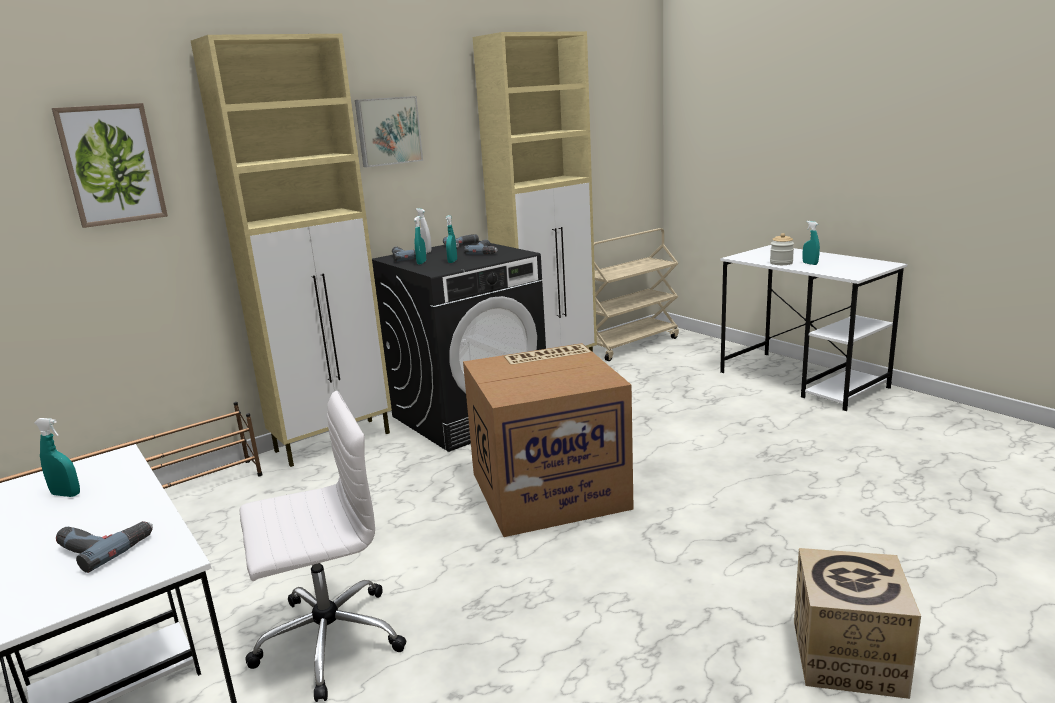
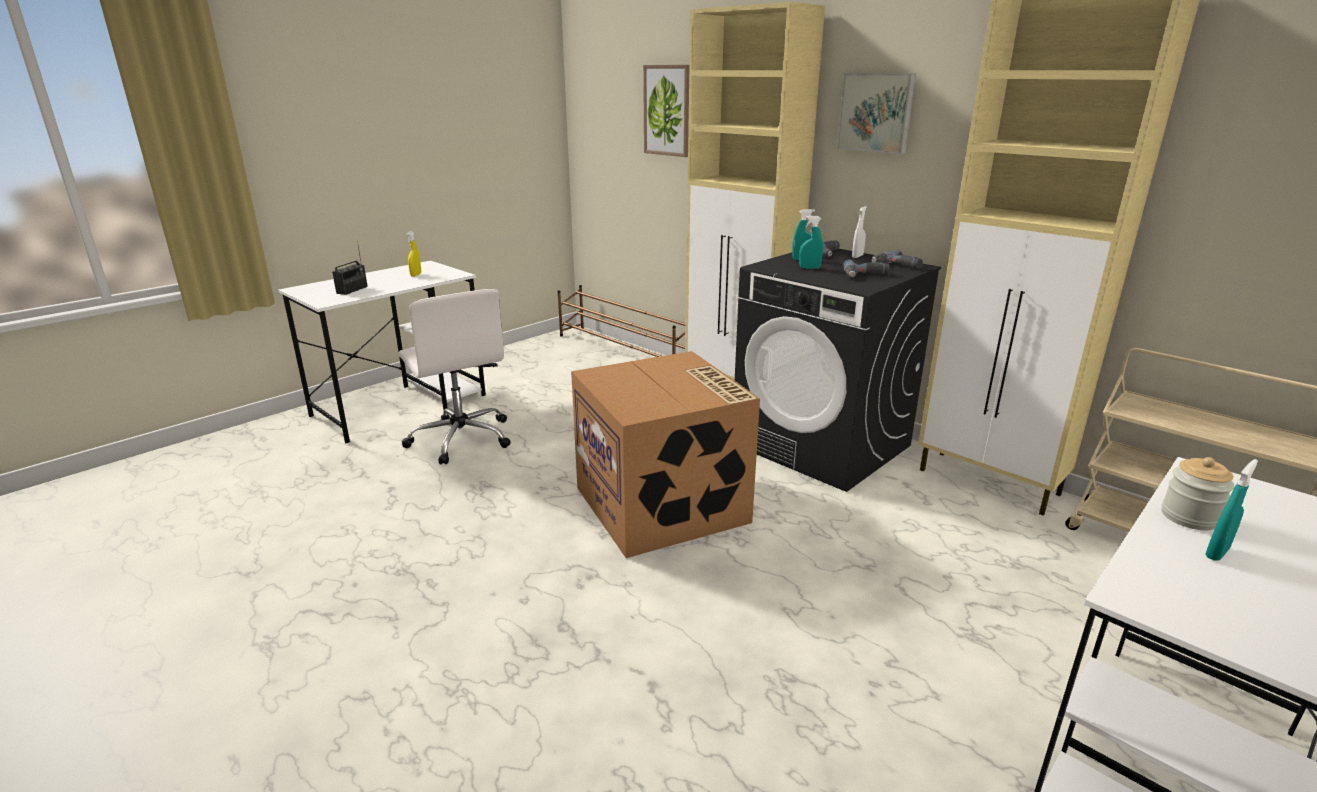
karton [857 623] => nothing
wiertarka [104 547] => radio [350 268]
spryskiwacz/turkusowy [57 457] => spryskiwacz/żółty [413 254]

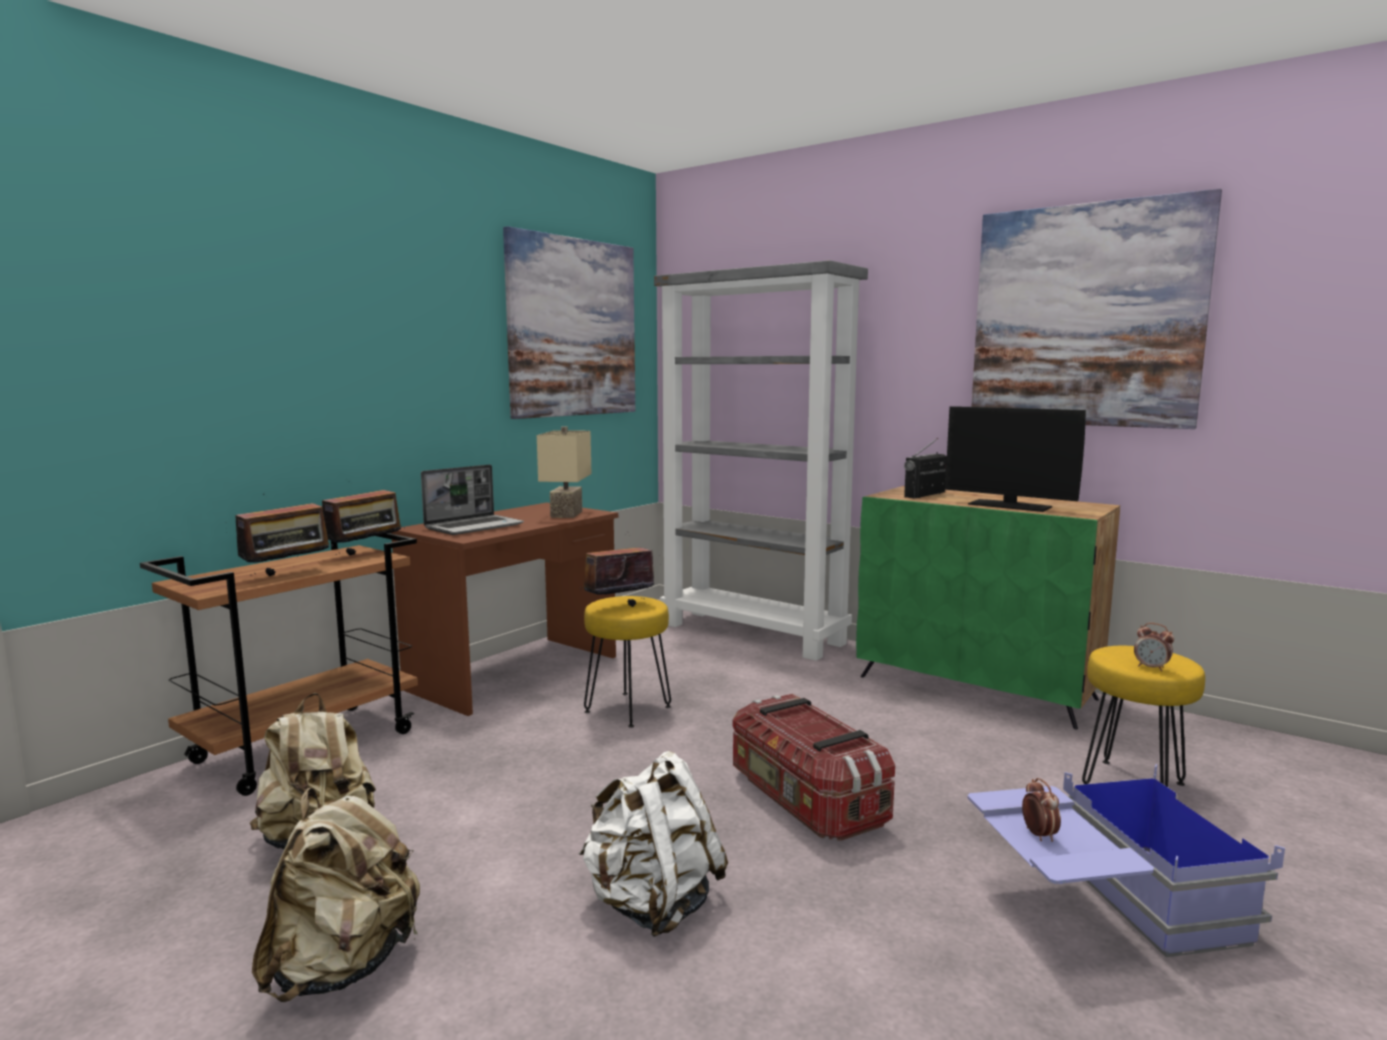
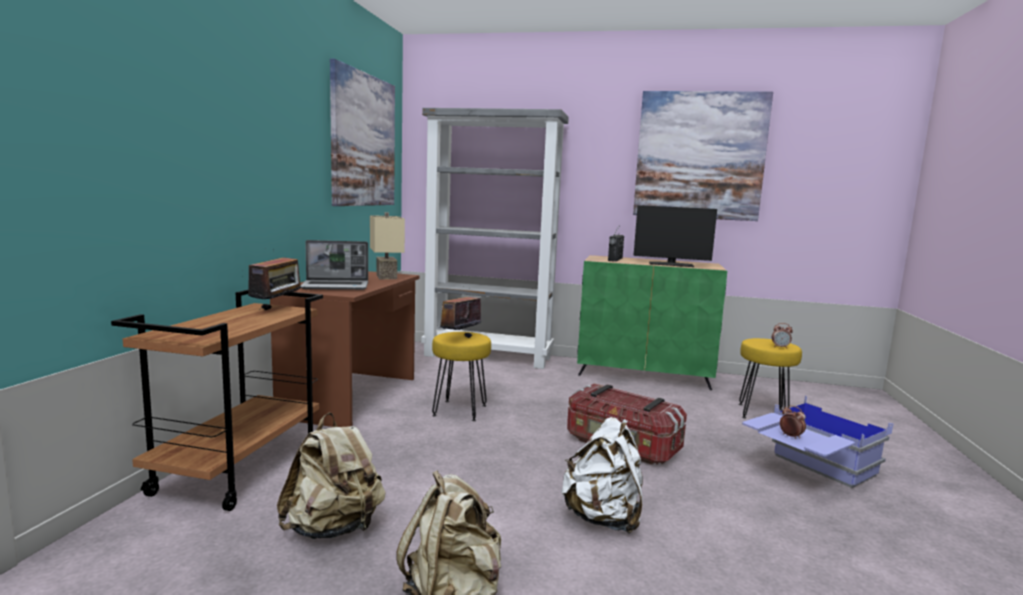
radio [285 535] => nothing
laptop [472 499] => laptop [334 265], 60 degrees clockwise

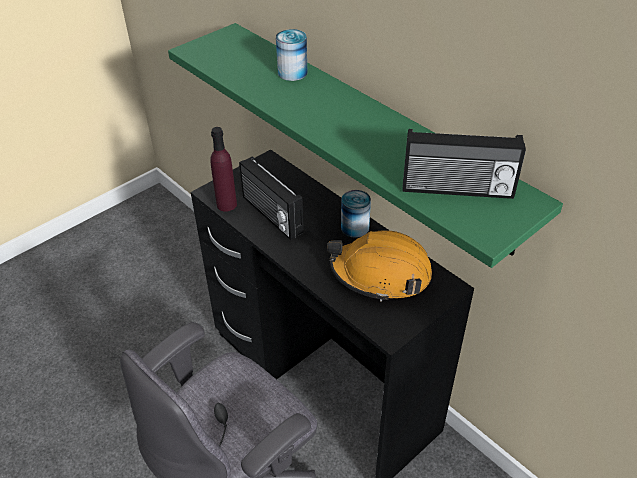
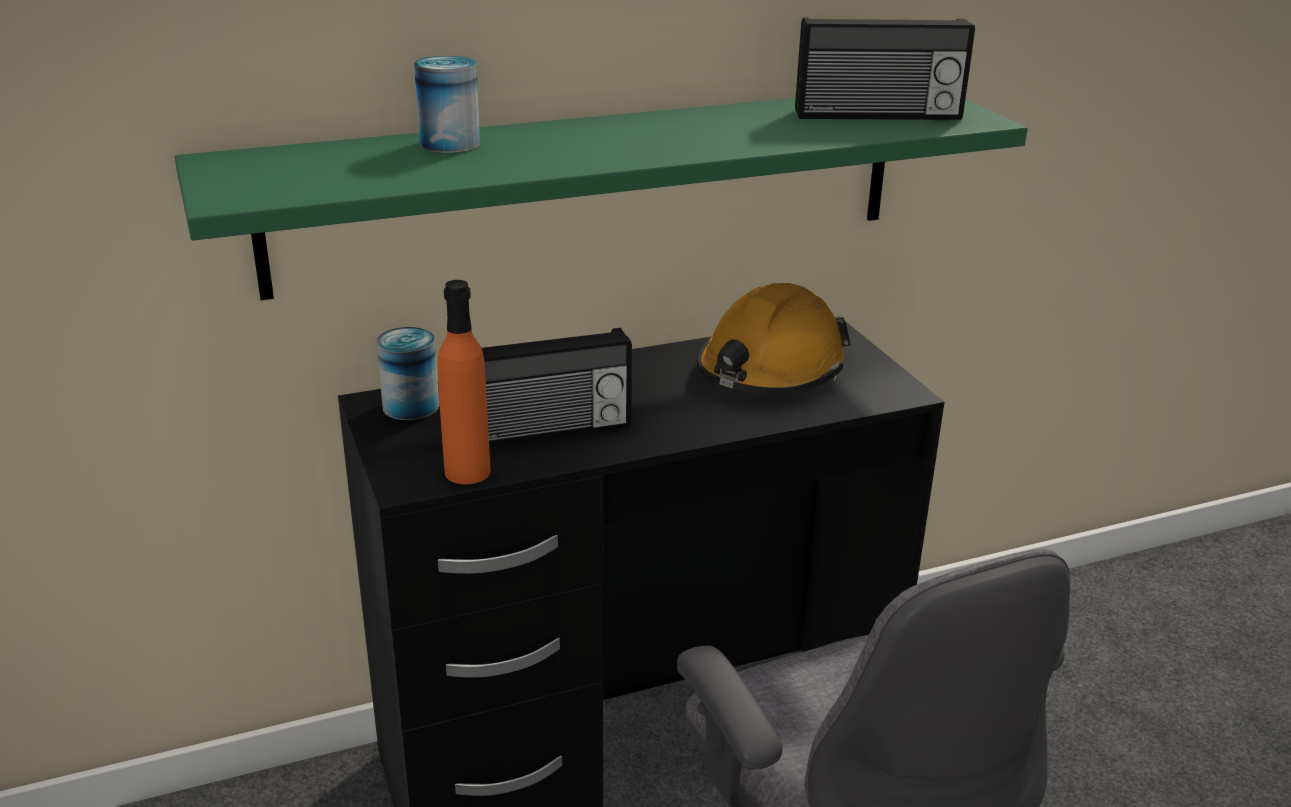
puszka [356 214] => puszka [407 373], moved
butelka/fioletowy [223 169] => butelka/pomarańczowy [464 382]
radio [464 164] => radio [885 68], 60 degrees clockwise

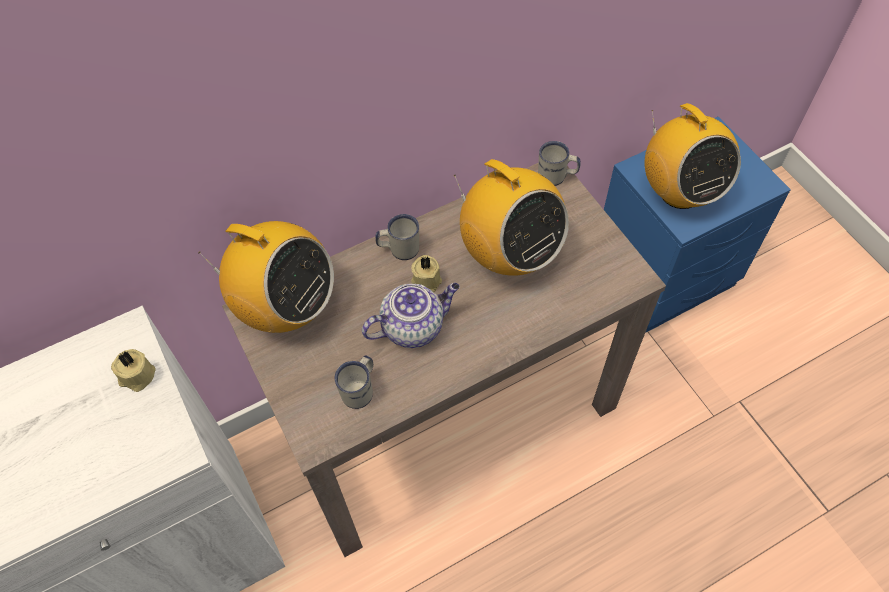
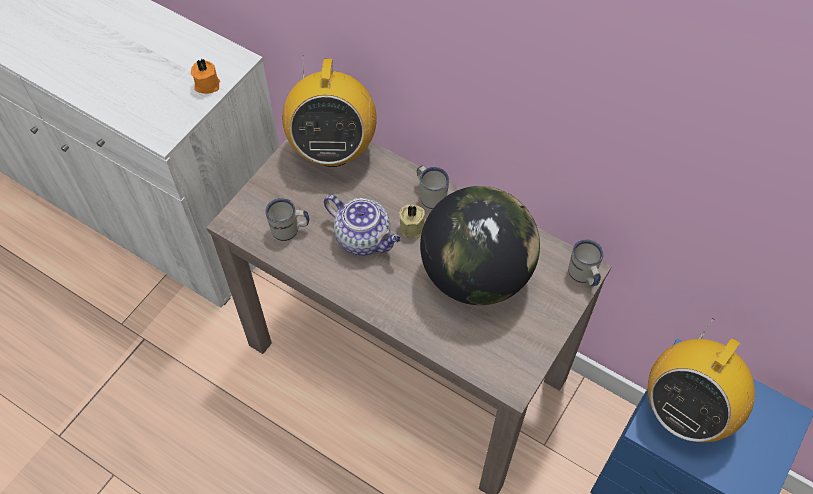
radio [511 217] => globus [480 245]
świeca/beżowy [133 370] => świeca/pomarańczowy [205 76]

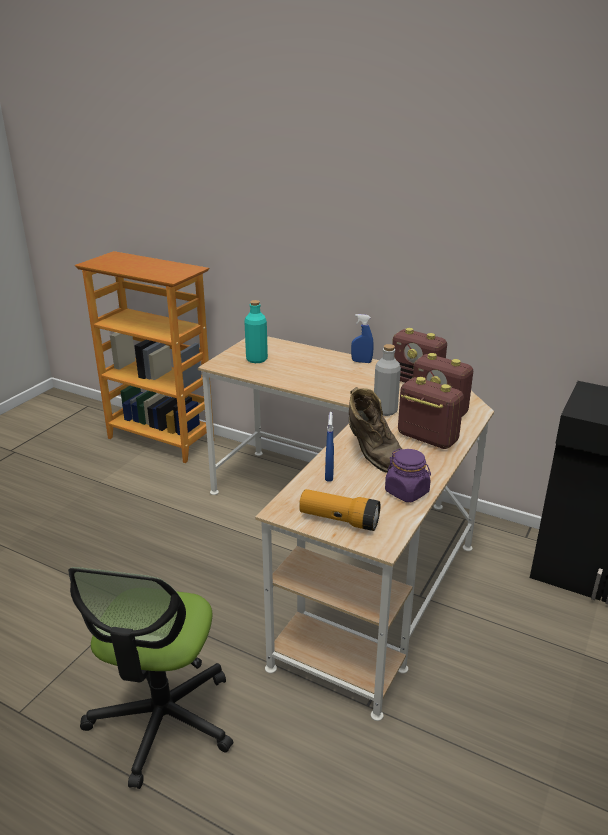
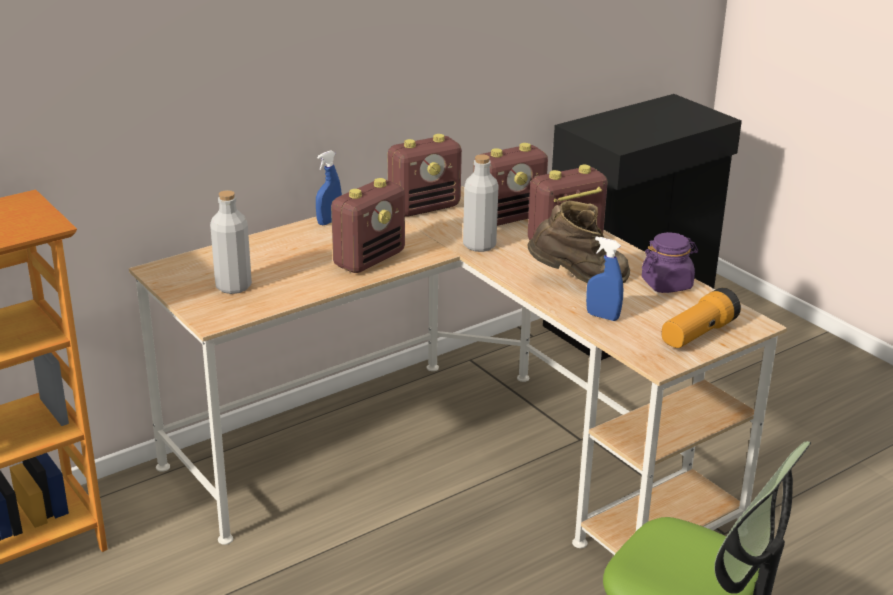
nothing => radio [368 225]
butelka/turkusowy [256 331] => butelka/szary [231 242]

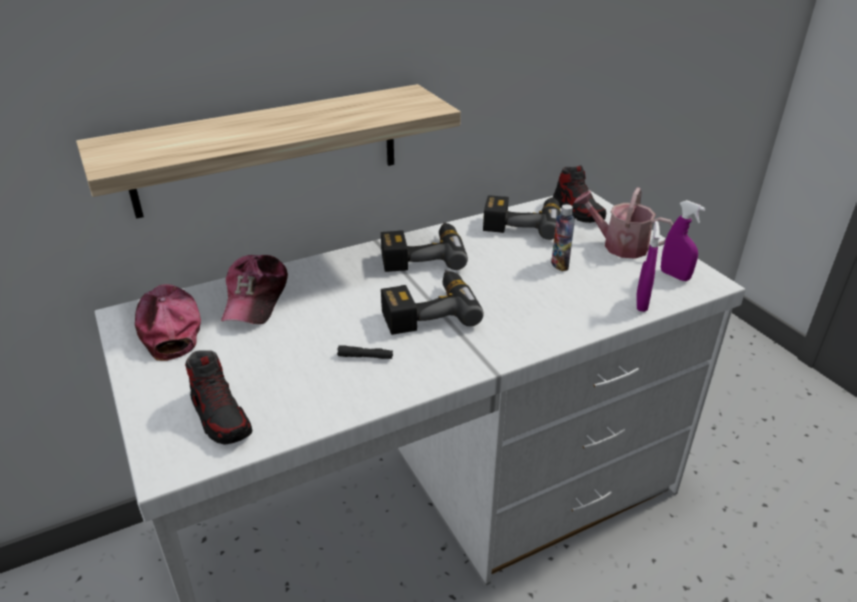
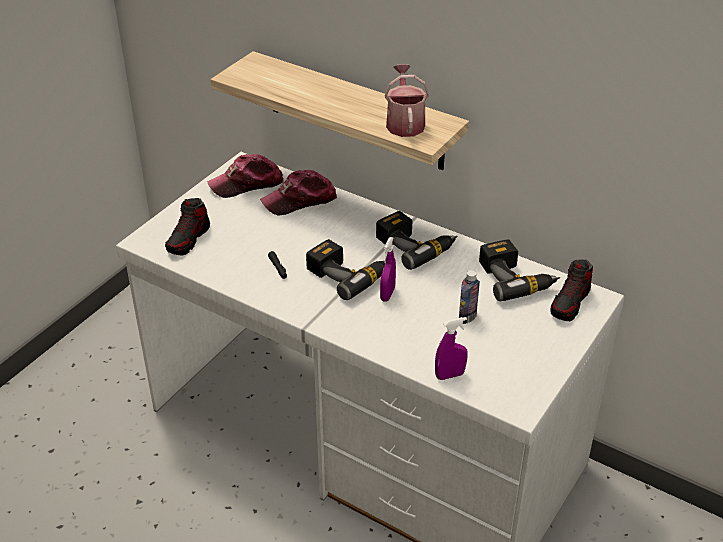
konewka [623 223] => konewka [407 100], moved
spryskiwacz/fioletowy [683 240] => spryskiwacz/fioletowy [388 269], moved
czapka z daszkiem [168 322] => czapka z daszkiem [245 176], 150 degrees counterclockwise

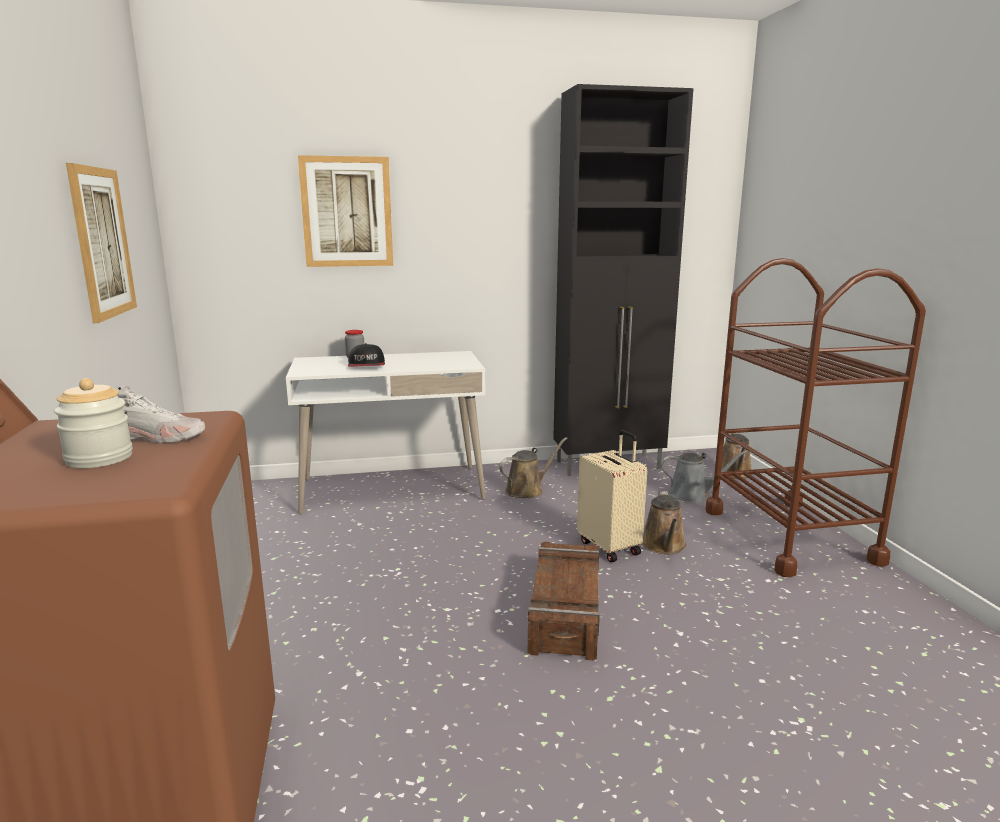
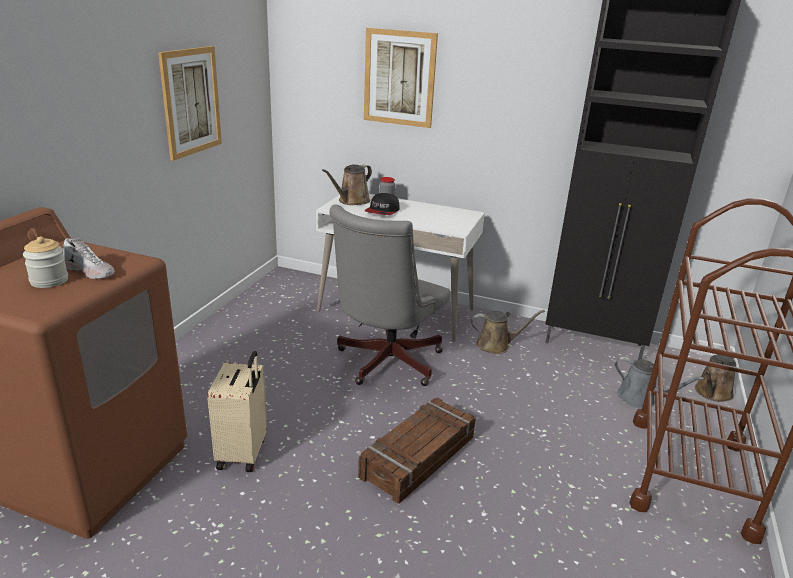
nothing => krzesło biurowe/szary [389 295]
walizka/beżowy [612 496] => walizka/beżowy [237 411], moved
konewka/brązowy [664 522] => konewka/brązowy [347 184], moved

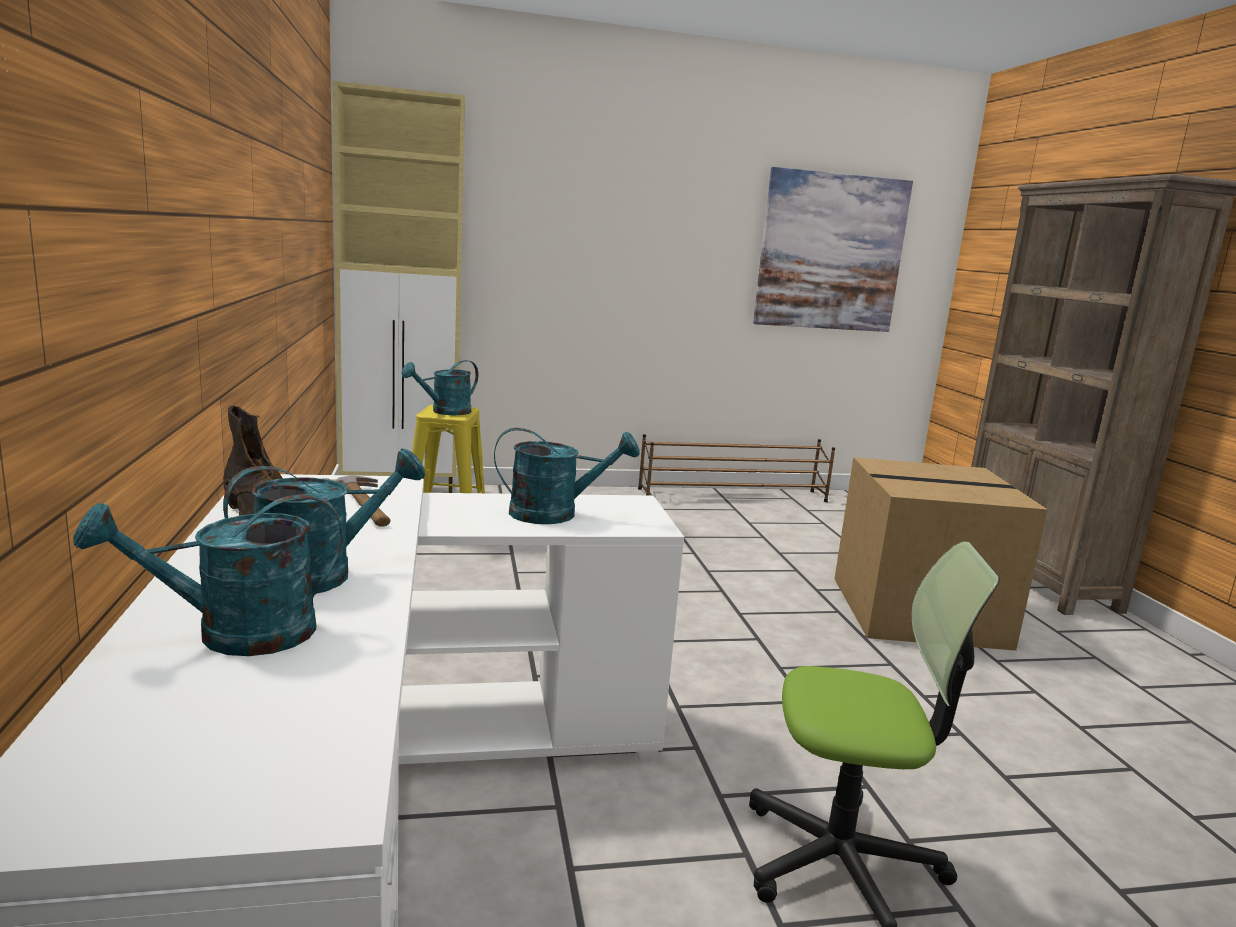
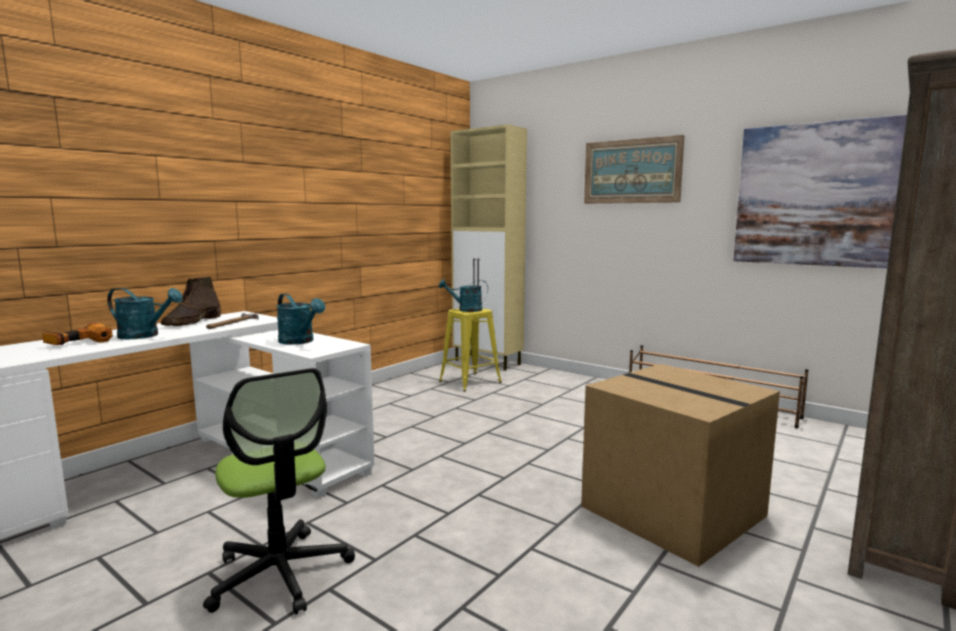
nothing => obraz [634 169]
konewka/turkusowy [207 575] => wiertarka [77 334]

